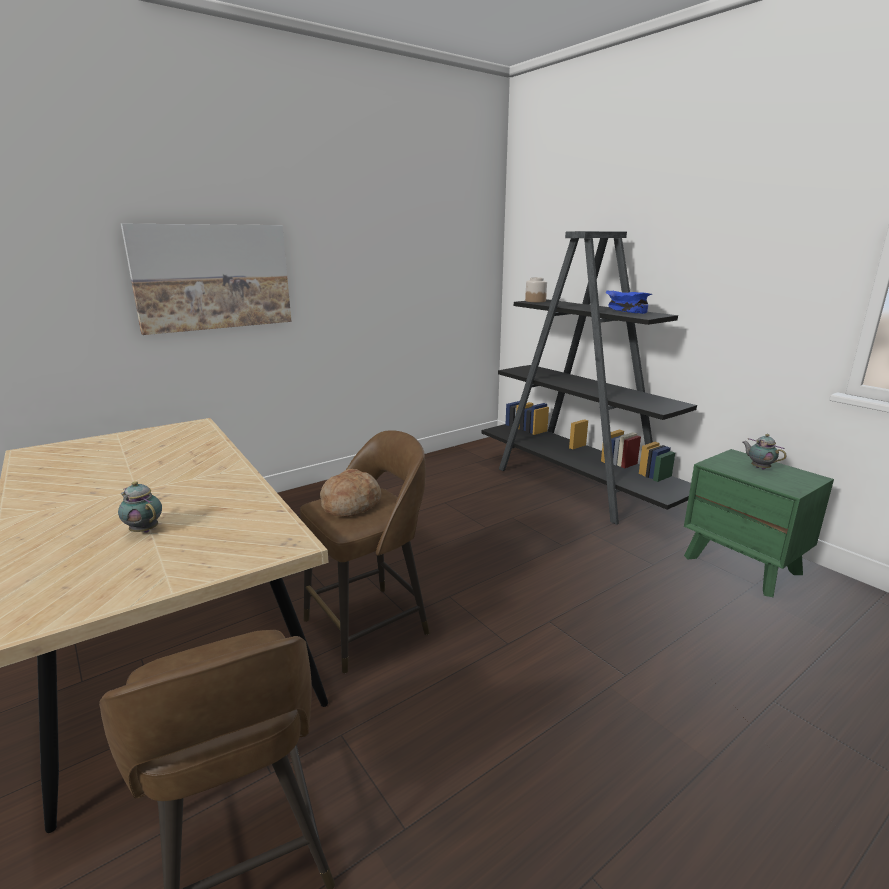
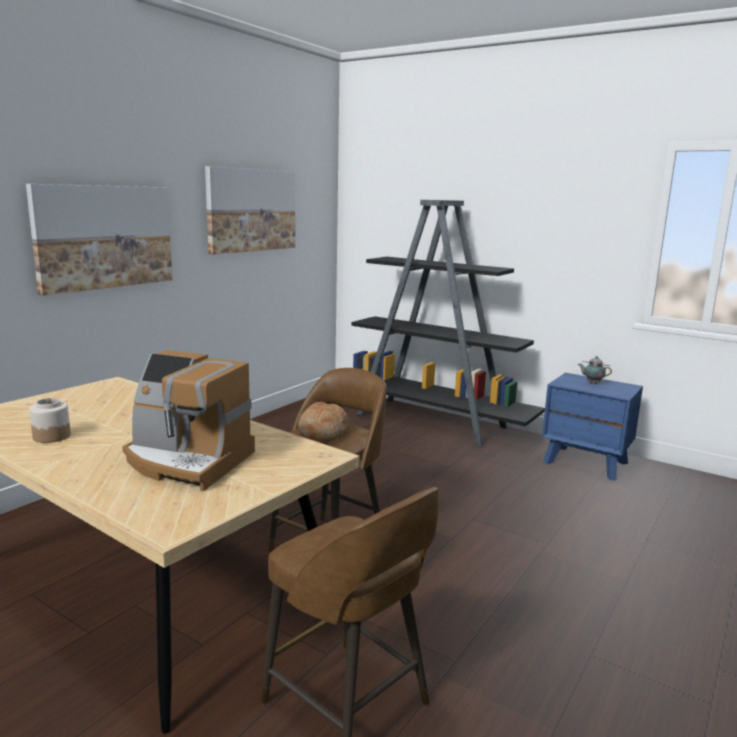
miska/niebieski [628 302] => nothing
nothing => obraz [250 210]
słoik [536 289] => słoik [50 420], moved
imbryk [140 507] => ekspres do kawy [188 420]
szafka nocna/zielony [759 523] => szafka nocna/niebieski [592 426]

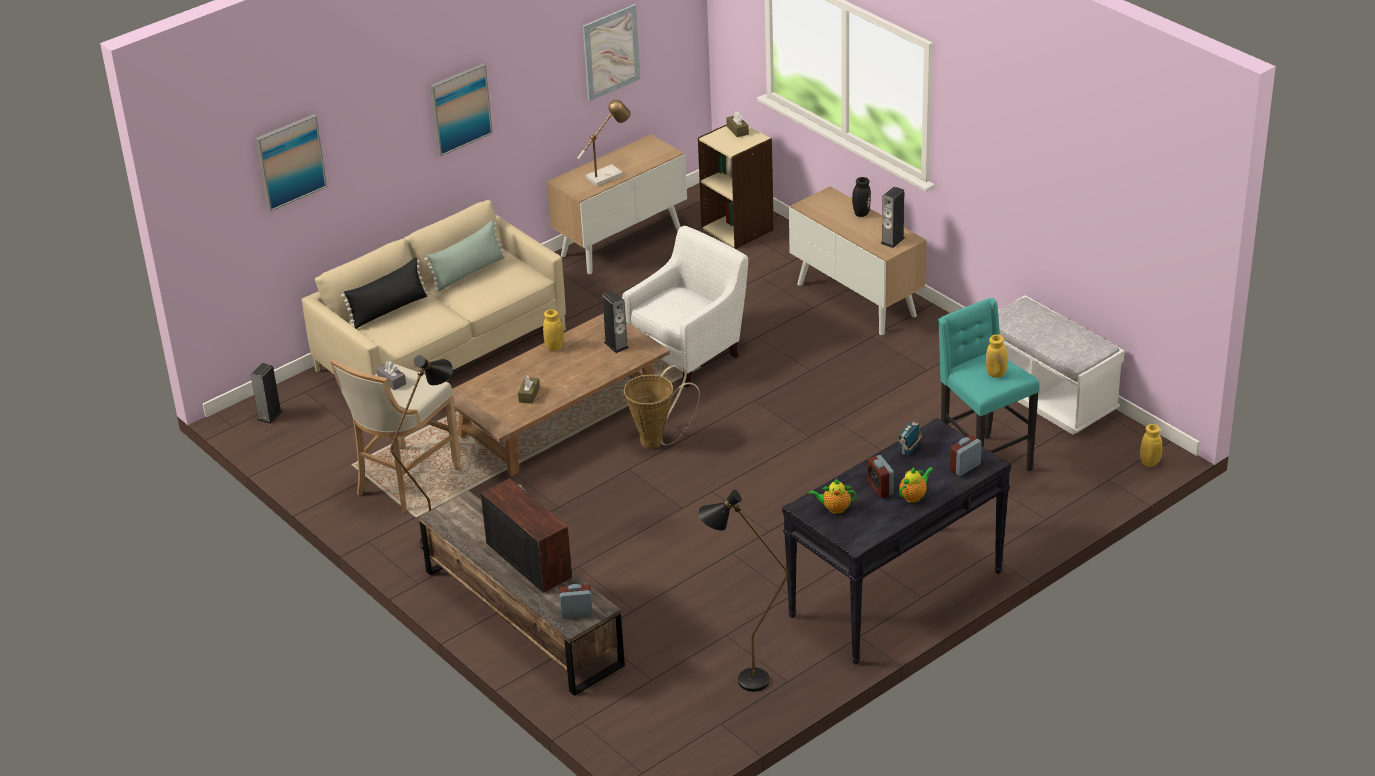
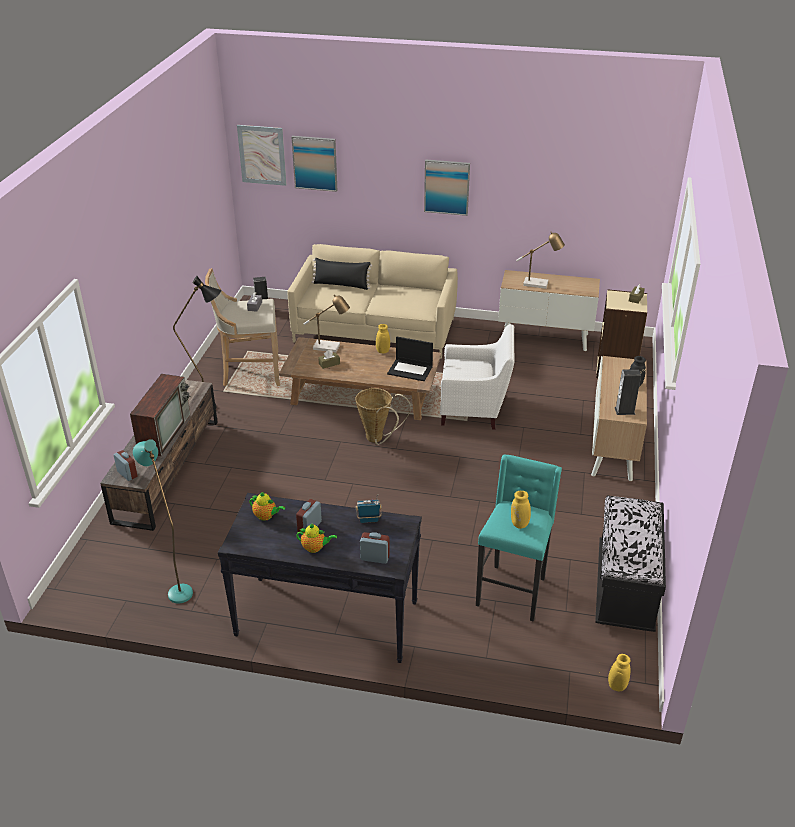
poduszka/zielony [465 256] => nothing
nothing => lampa stołowa [326 323]
obraz [611 52] => obraz [262 155], moved
głośnik [615 322] => laptop [410 359]
lampa stojąca/czarny [743 590] => lampa stojąca/turkusowy [163 521]
ławka/biały [1061 365] => ławka/czarny [630 563]
imbryk [832 496] => imbryk [267 506], 150 degrees clockwise

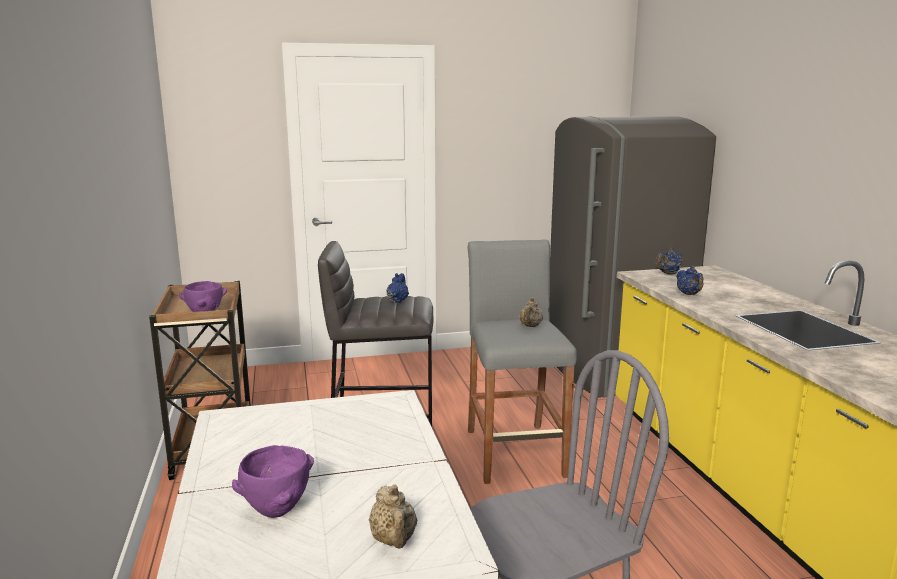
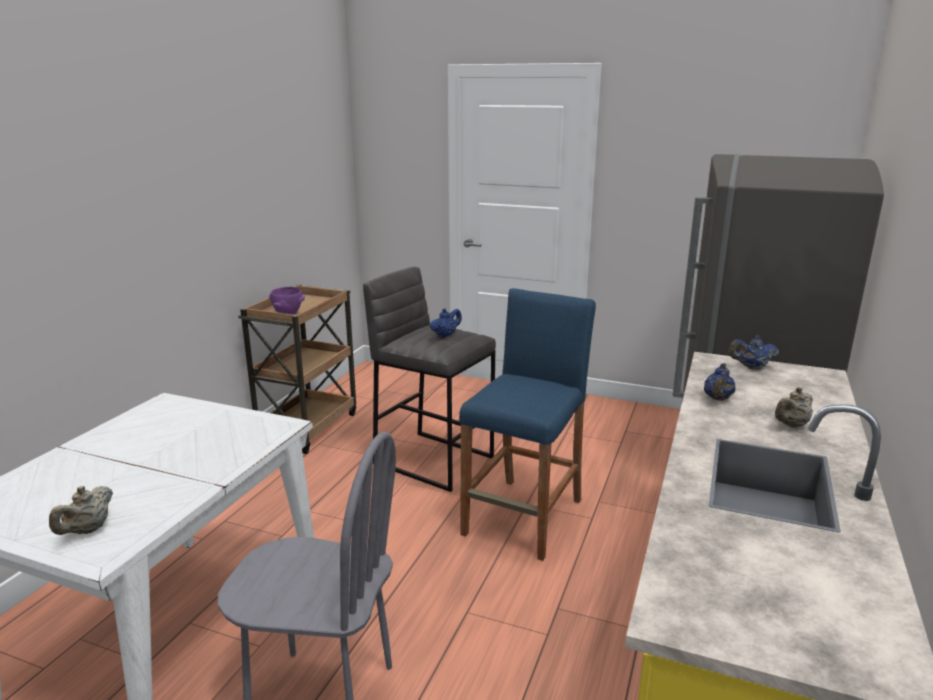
miska/fioletowy [273 481] => nothing
imbryk/beżowy [531 312] => imbryk/beżowy [794 407], moved
stołek/szary [522 361] => stołek/niebieski [527 424]

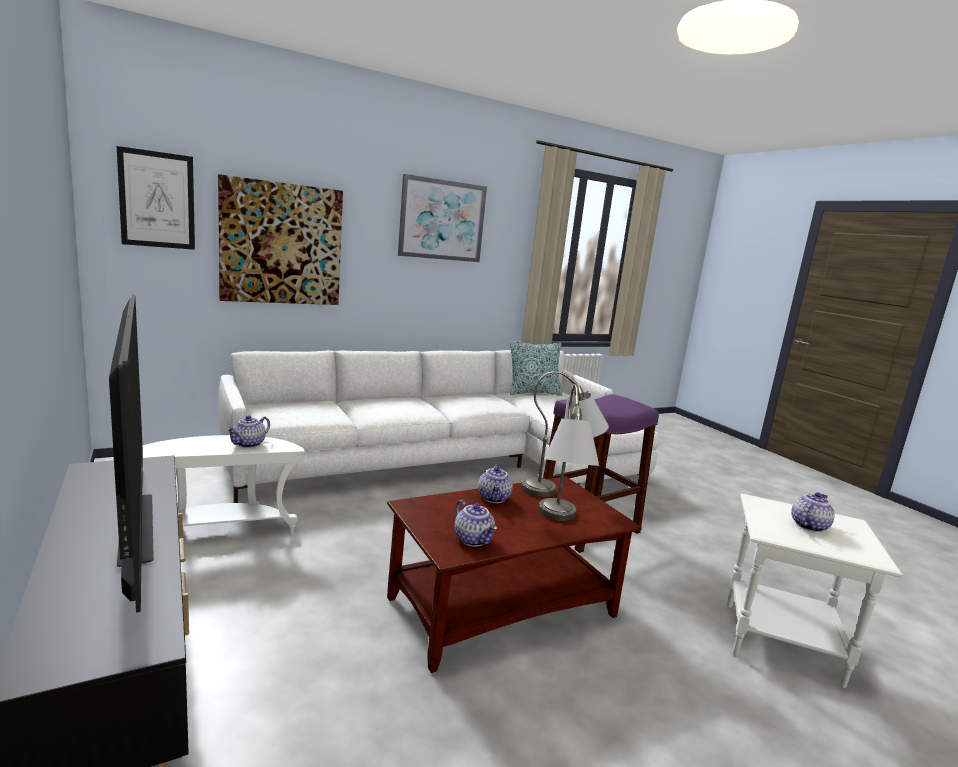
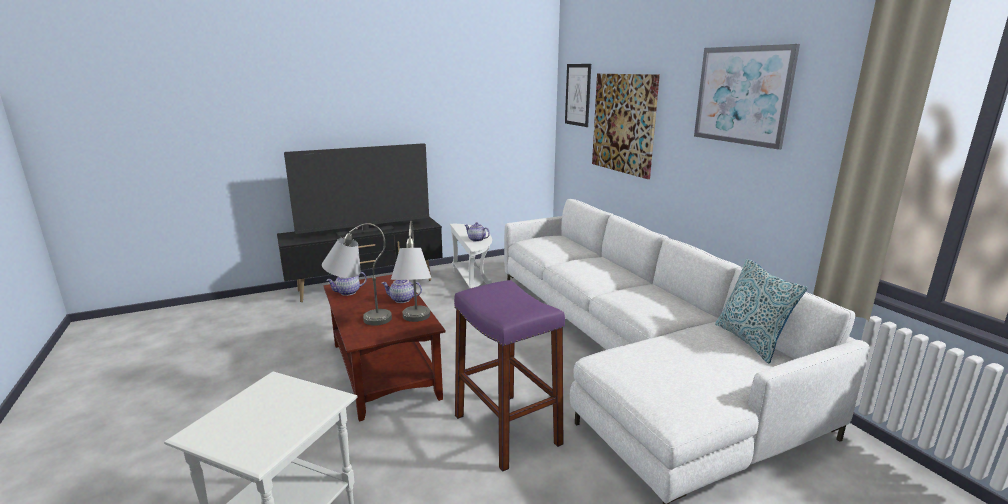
imbryk [813 512] => nothing

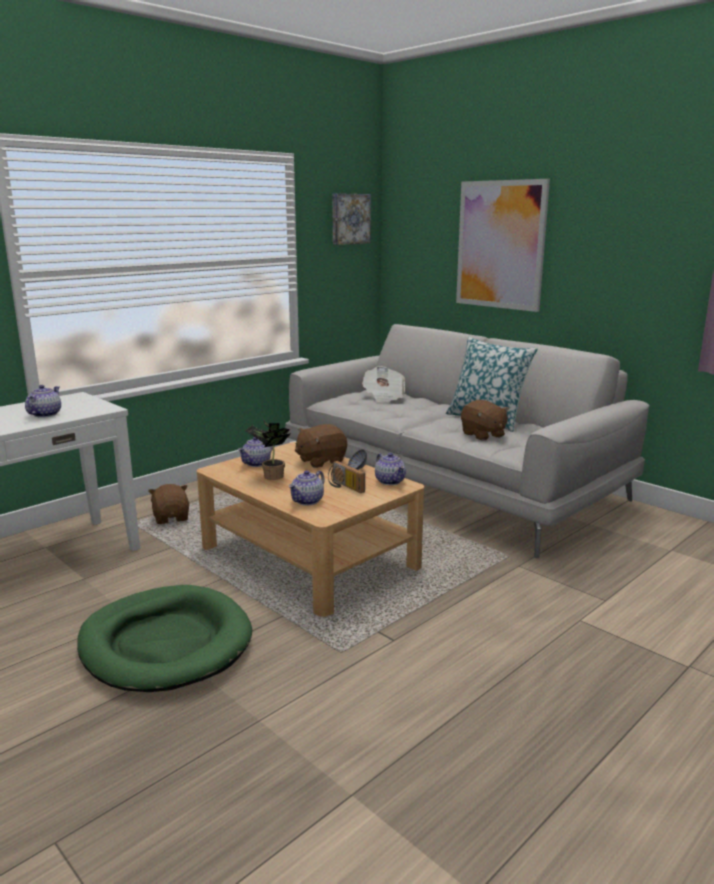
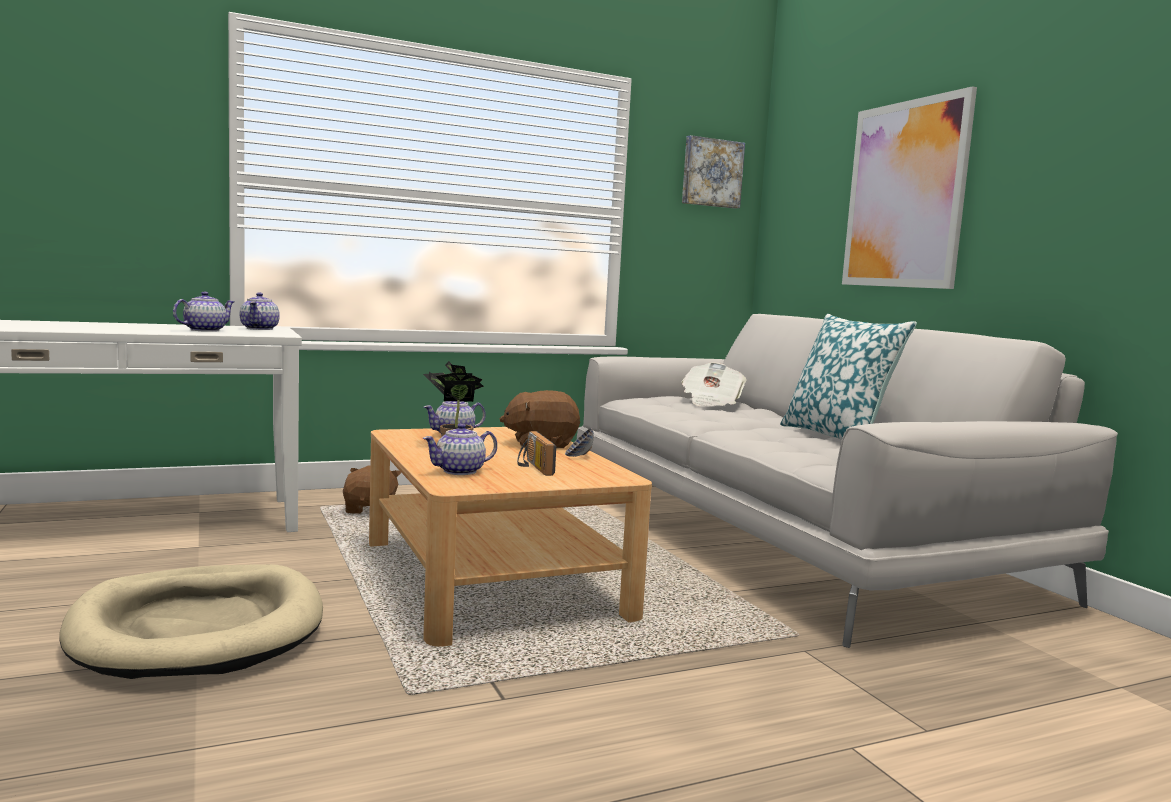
pluszak/brązowy [485 420] => nothing
imbryk [390 469] => imbryk [260 311], moved
legowisko/zielony [164 638] => legowisko/beżowy [191 621]

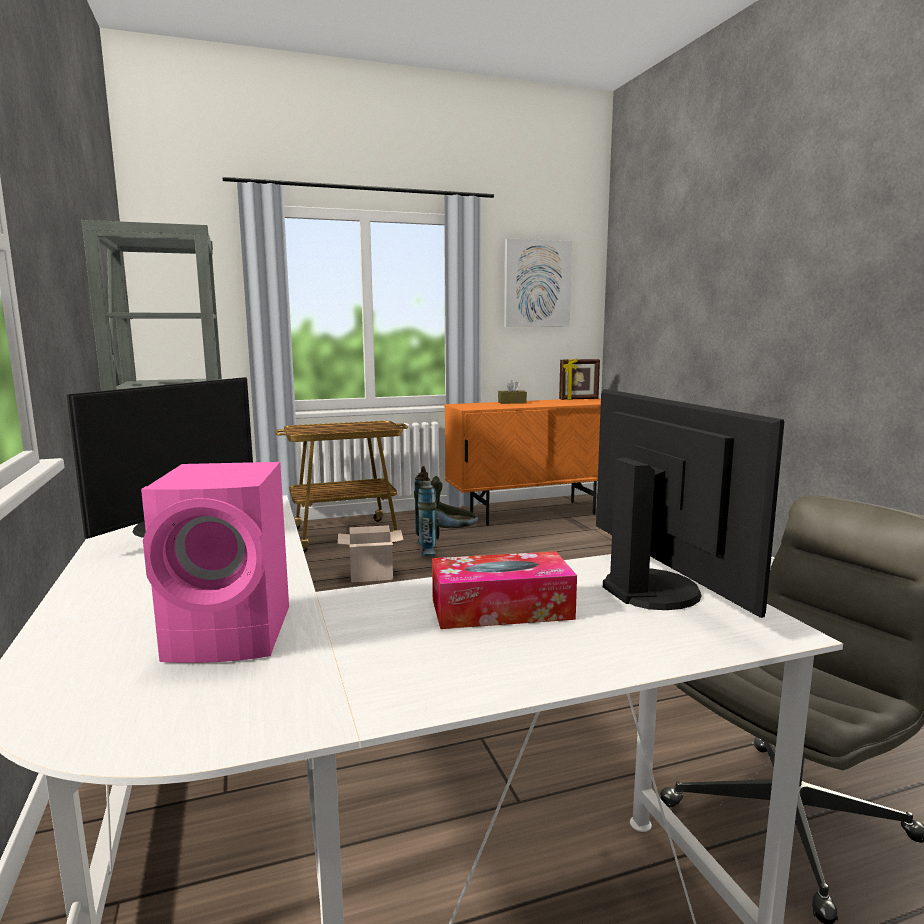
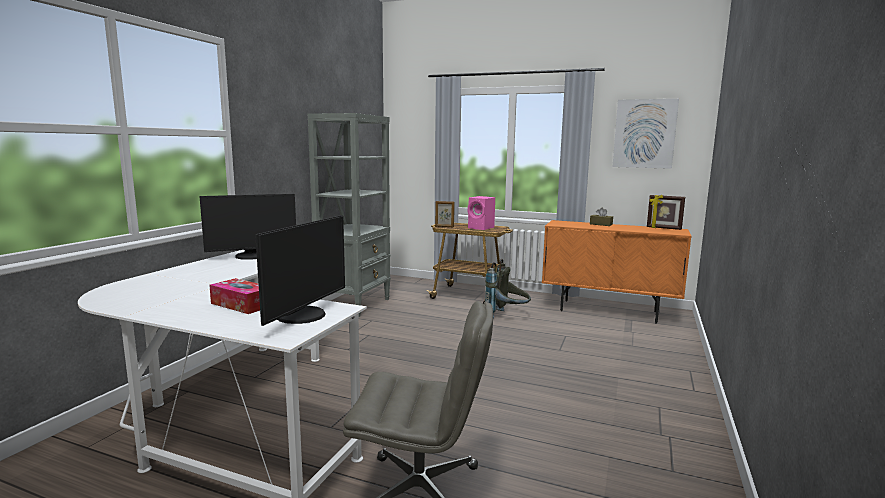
karton [371 553] => nothing
nothing => ramka na zdjęcie [445 214]
głośnik/różowy [215 562] => głośnik/różowy [481 213], moved

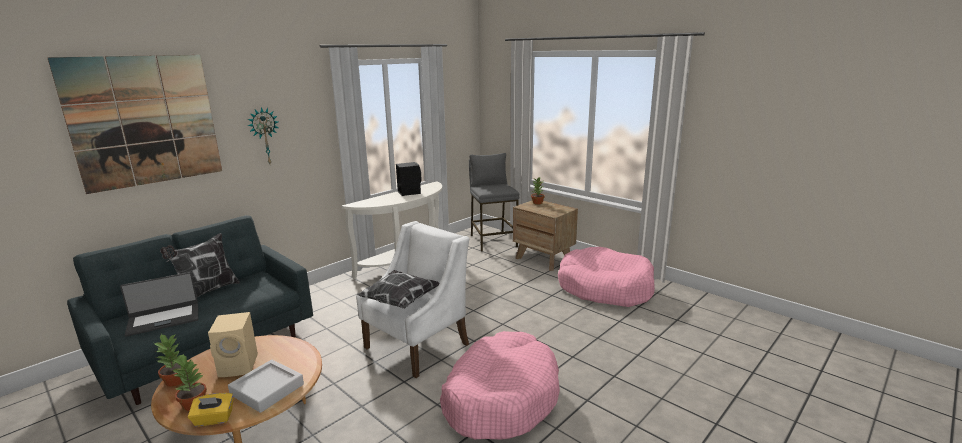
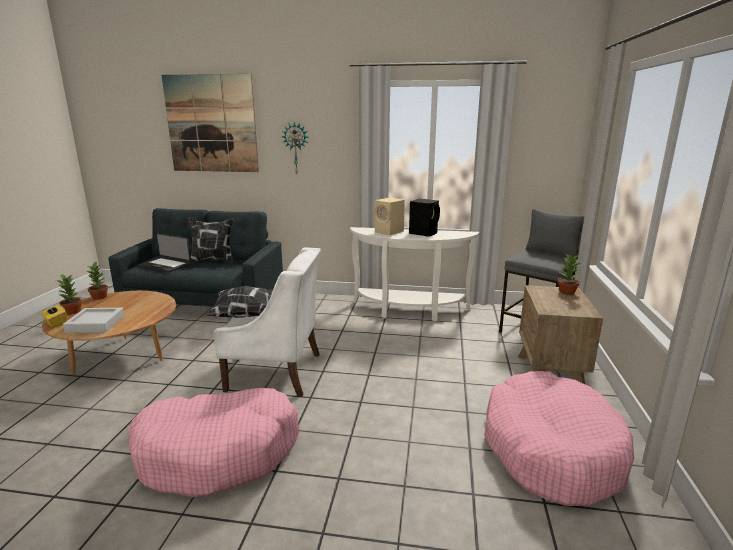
głośnik/beżowy [233 344] => głośnik/beżowy [389 216], moved

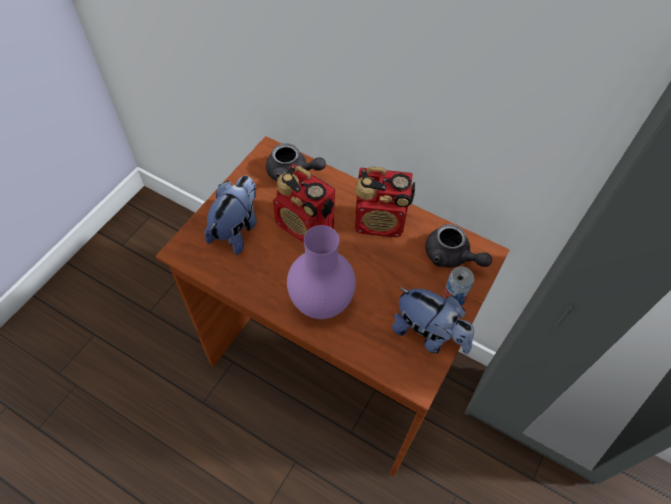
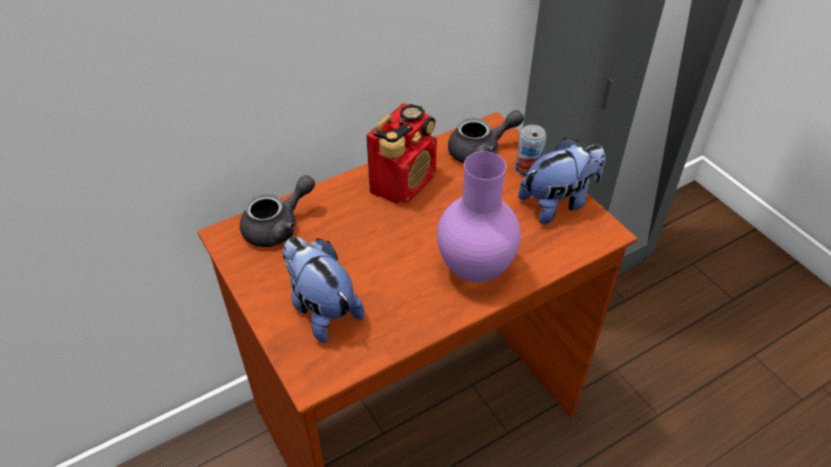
radio [304 203] => nothing

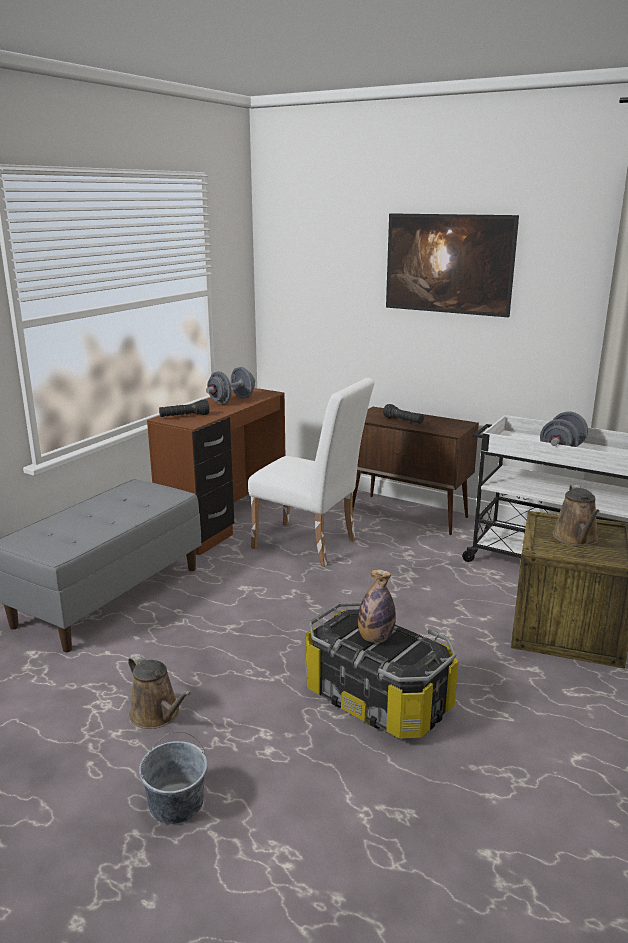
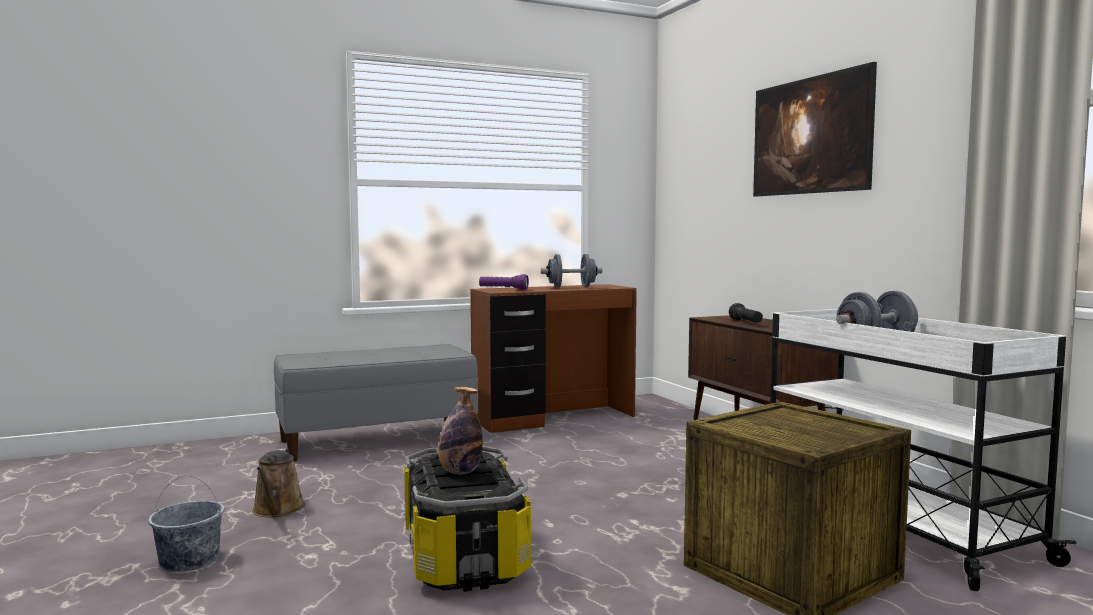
krzesło/biały [311 472] => nothing
konewka/brązowy [576 515] => nothing
latarka/czarny [184 408] => latarka/fioletowy [504 282]

